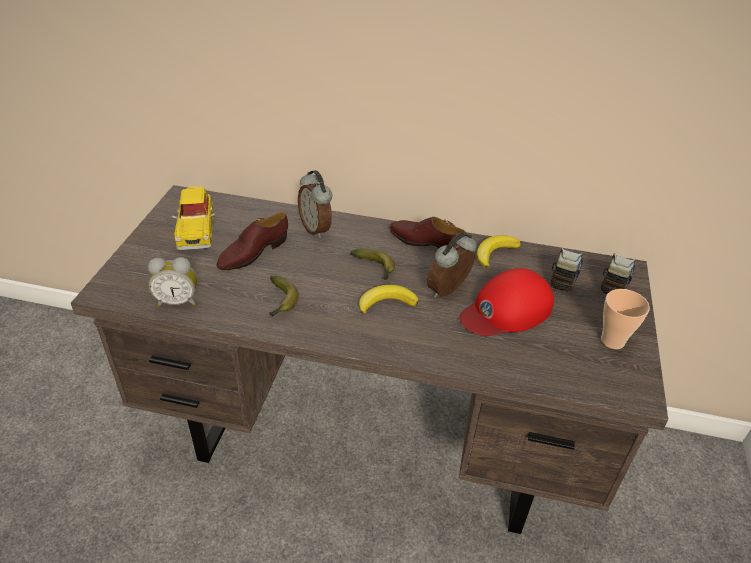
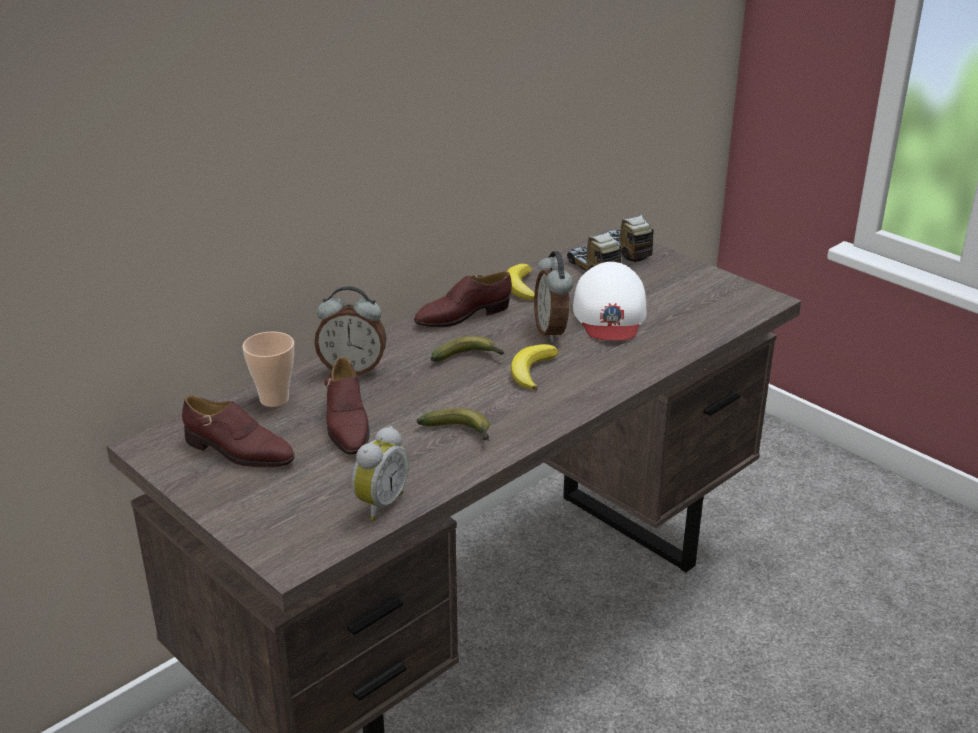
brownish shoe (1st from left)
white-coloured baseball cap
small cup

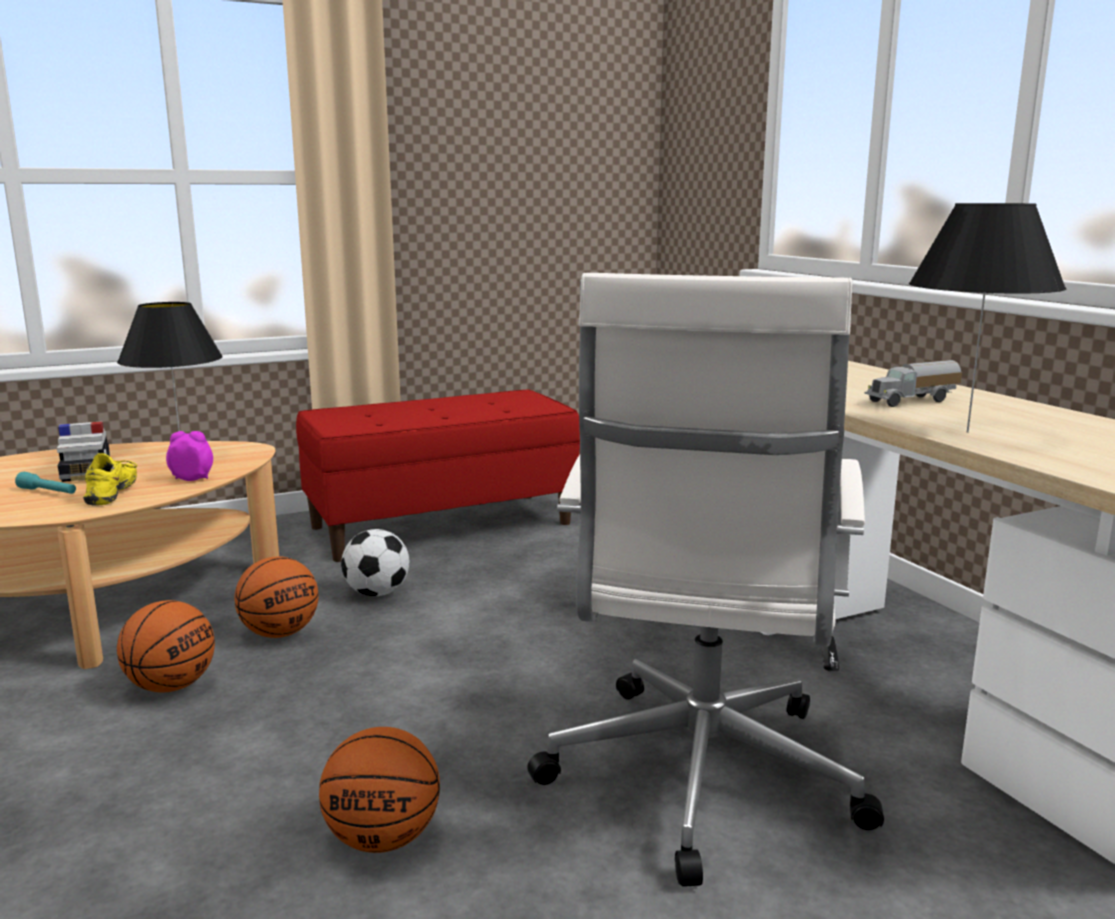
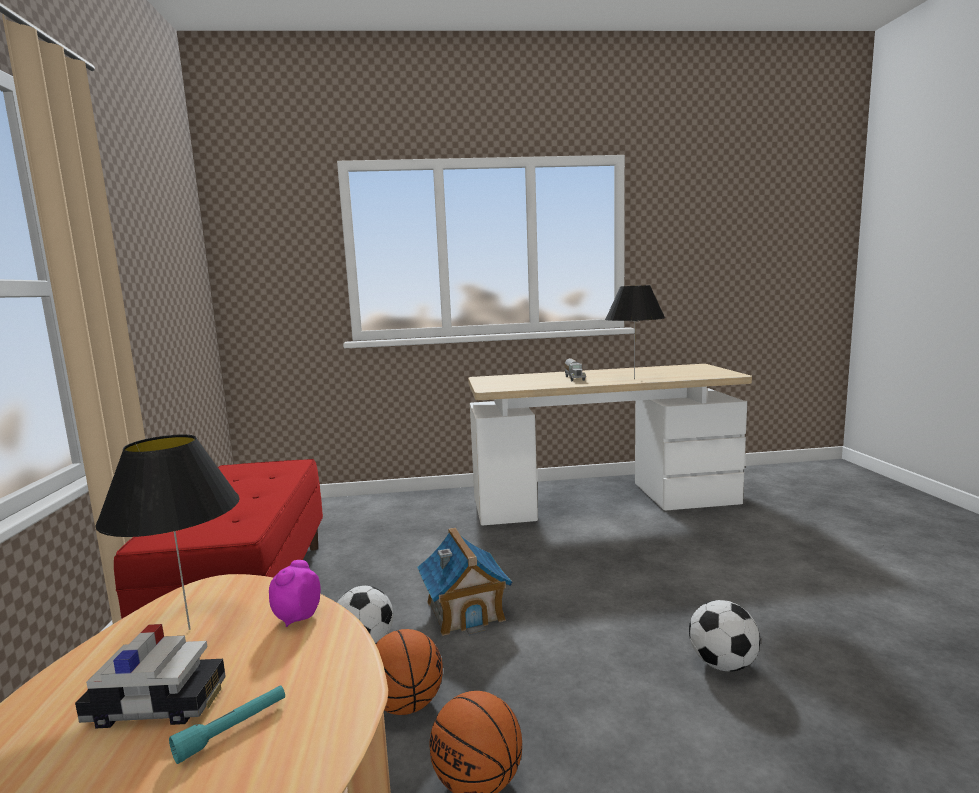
white-coloured desk chair
yellow shoe
football ball (2nd from left)
model house

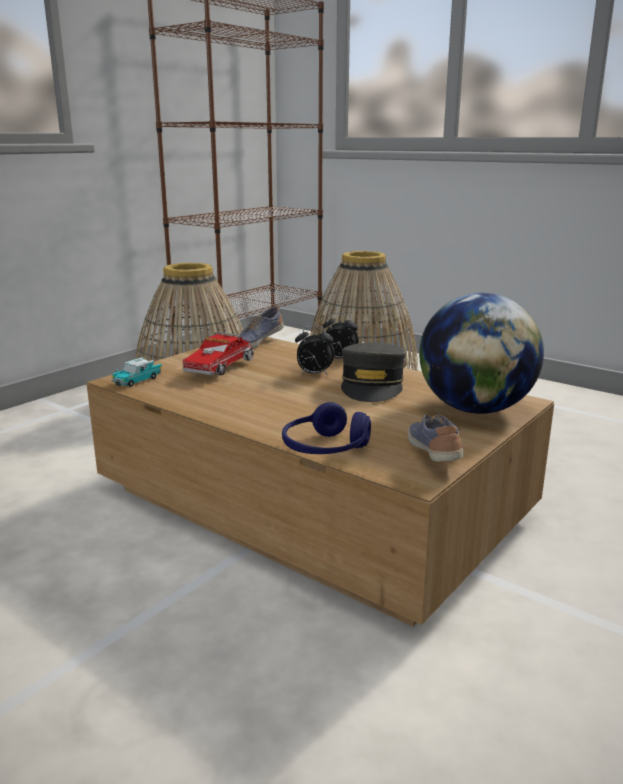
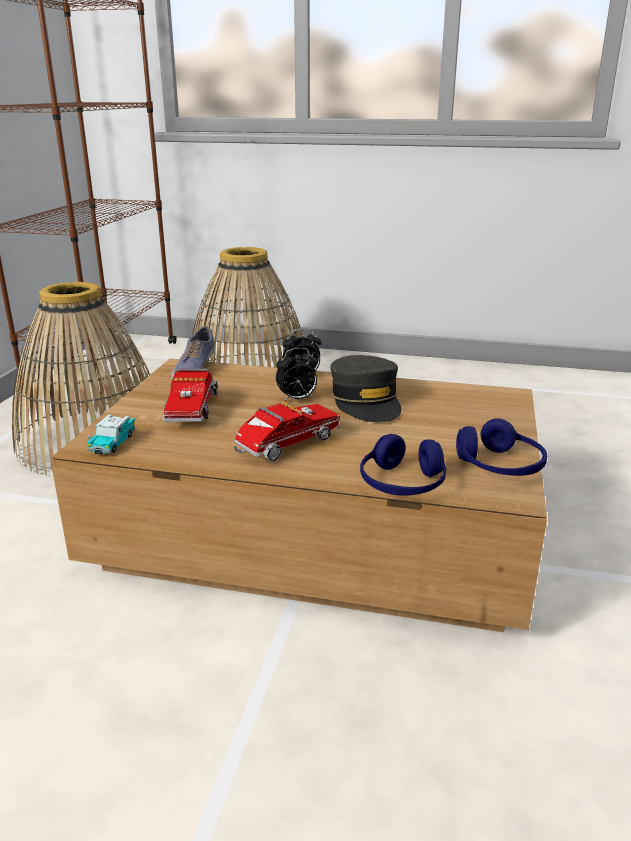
world globe
blue headphones (2nd from left)
toy truck (2nd from left)

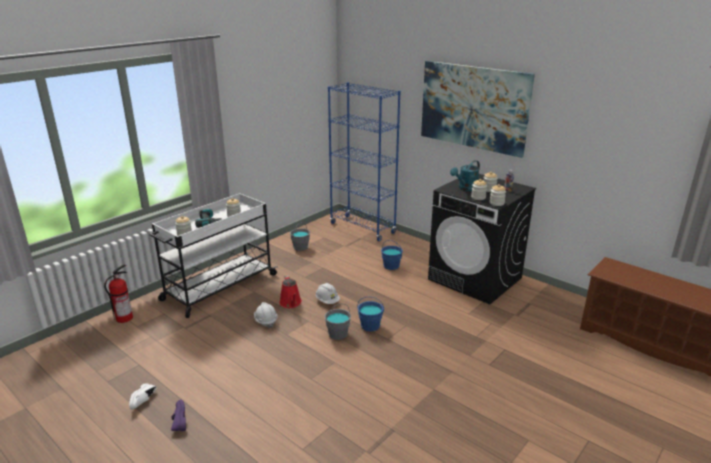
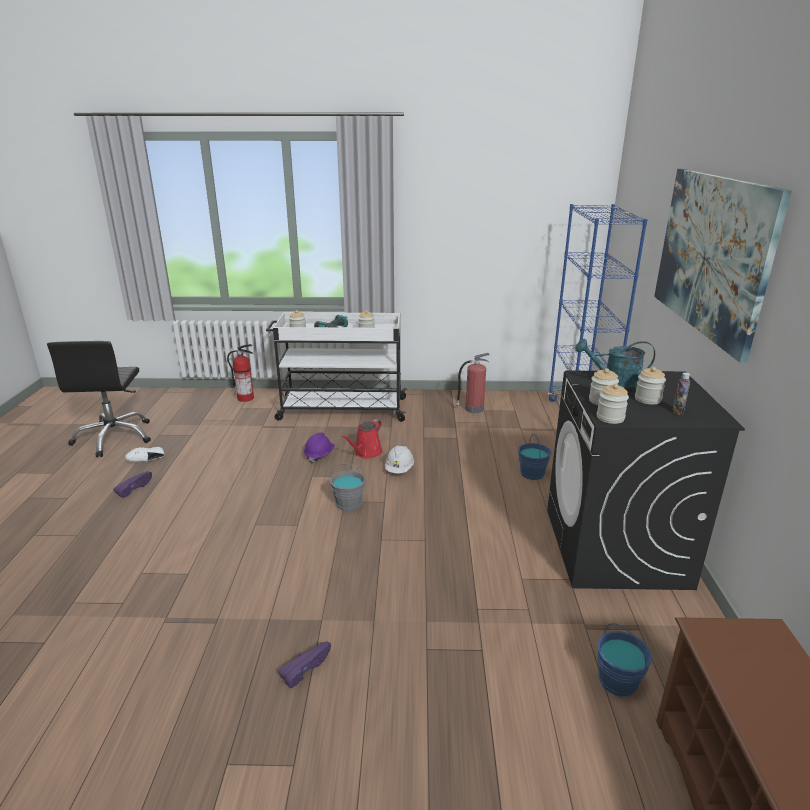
fire-fighting cylinder (2nd from left)
blue pail (2nd from left)
purplish hard hat
black-coloured desk chair
purplish shoe (2nd from left)

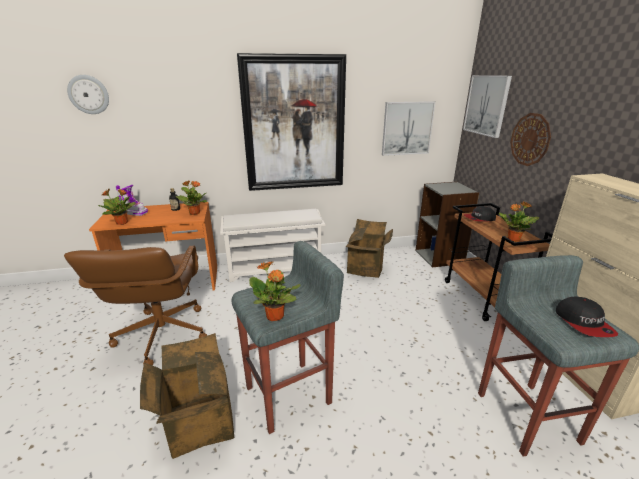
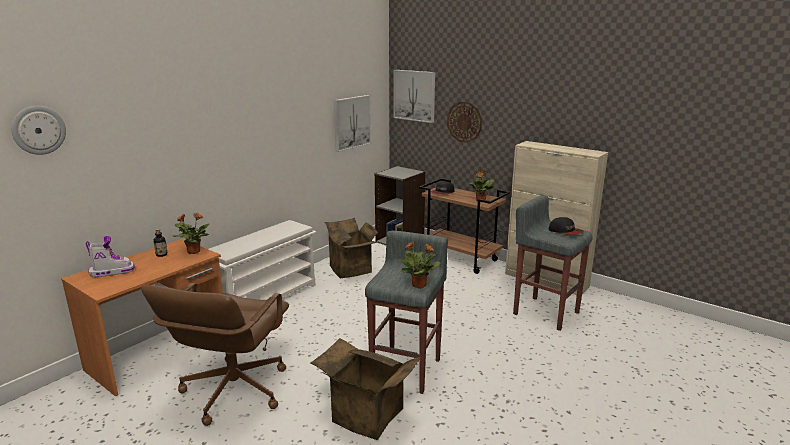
picture (1st from left in the first image)
potted plant (1st from left in the first image)
brownish desk chair

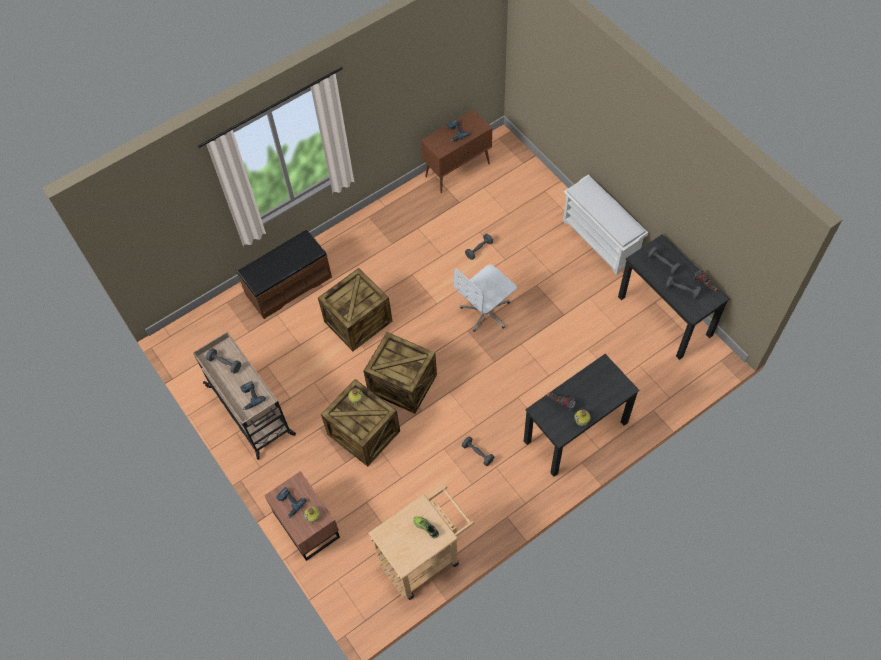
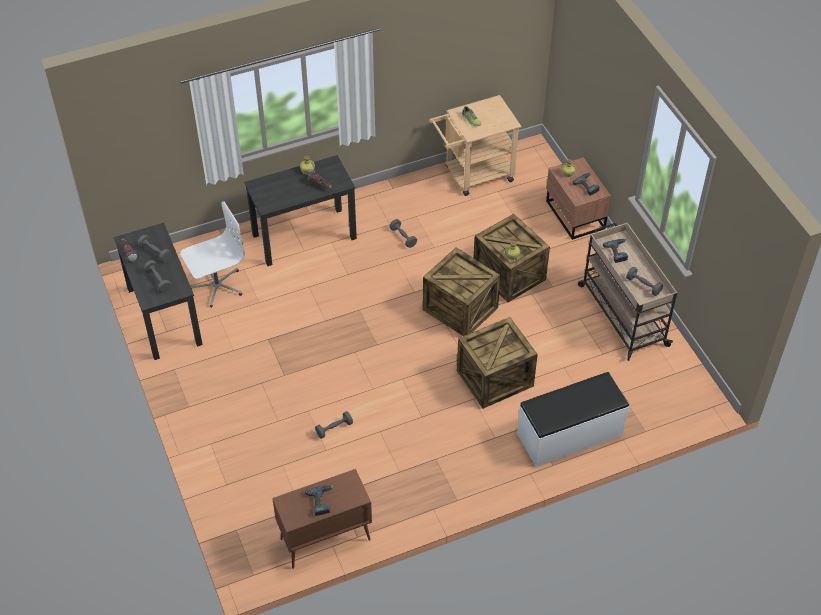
white-coloured shoe shelf
white-coloured bench
white-coloured desk chair

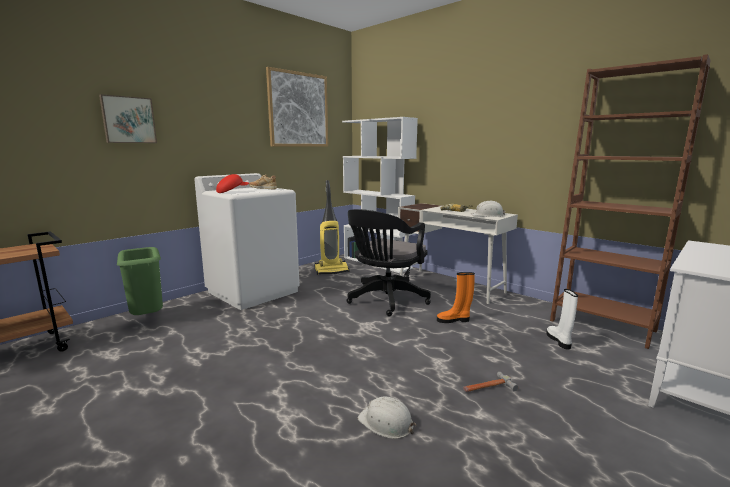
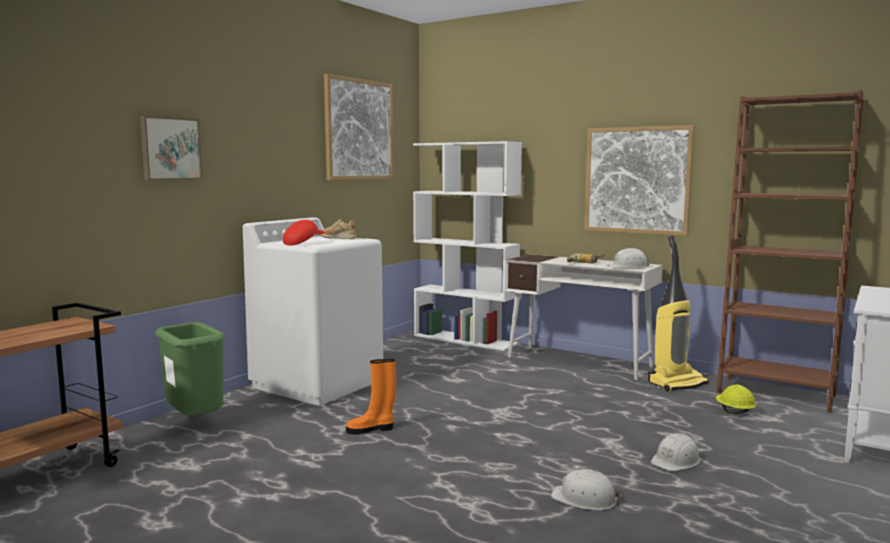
vacuum
black-coloured desk chair
orangey high-top boot
yellow hard hat
white-coloured hard hat (3rd from left)
picture (3rd from left)

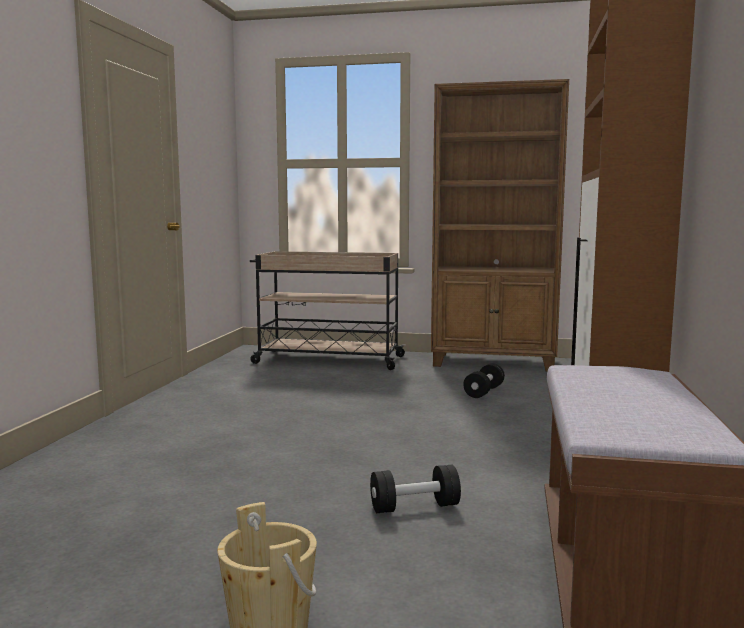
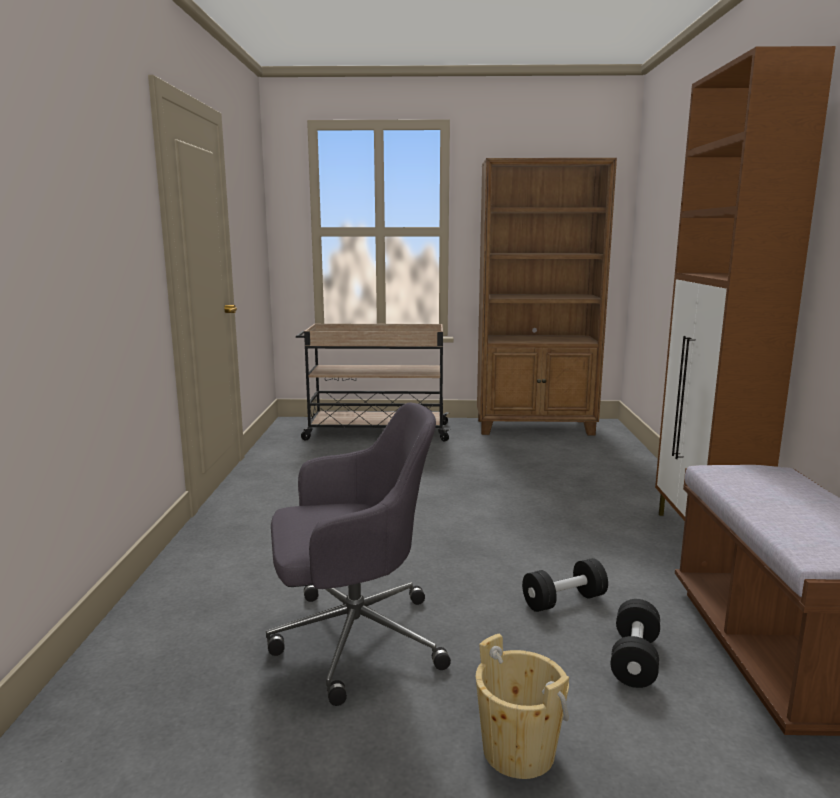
black-coloured free weight (2nd from left)
grey desk chair

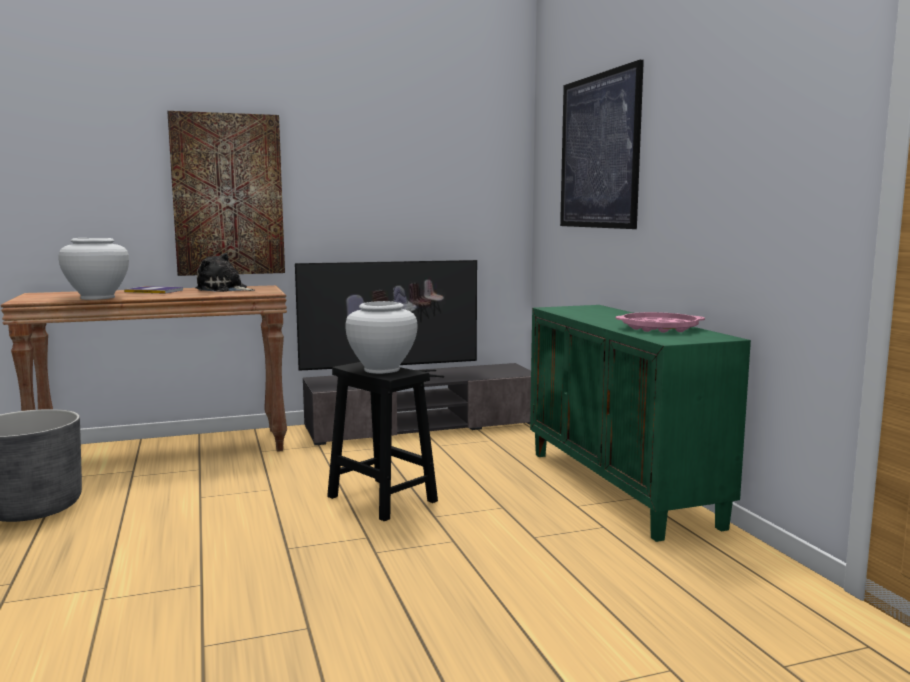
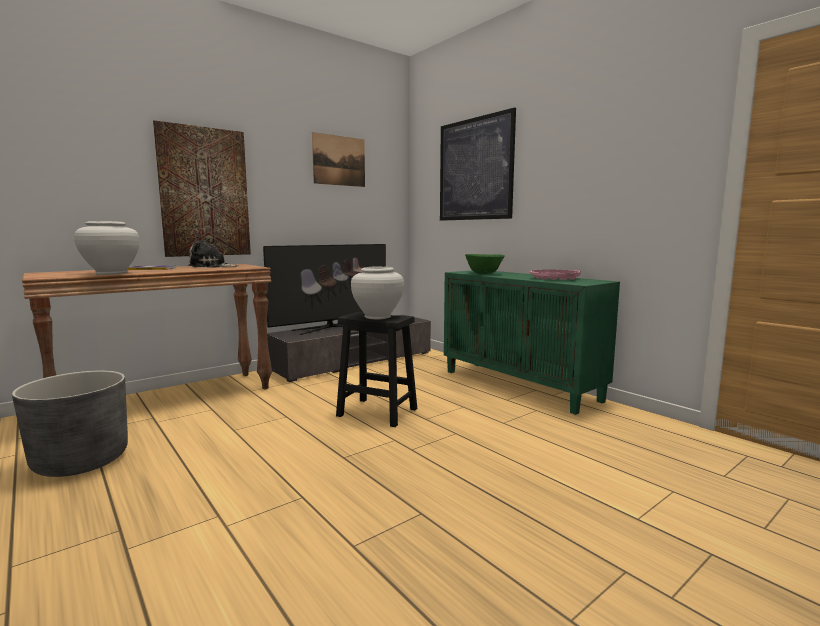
picture (2nd from left)
greenish deep dish

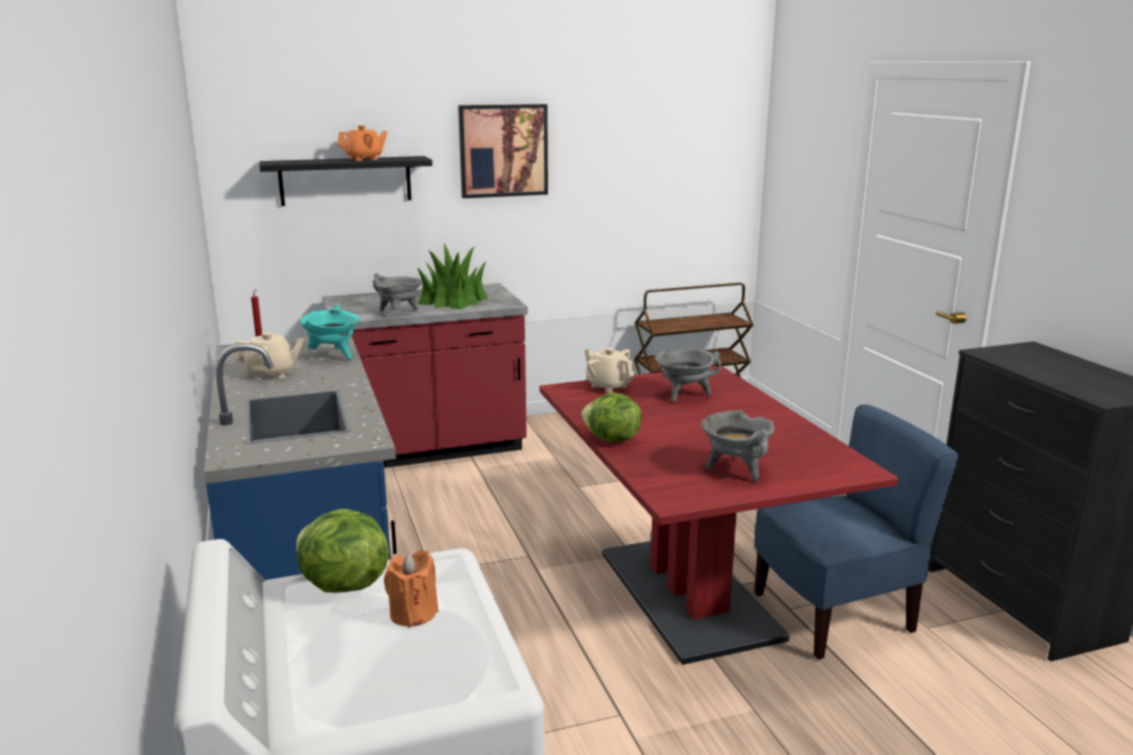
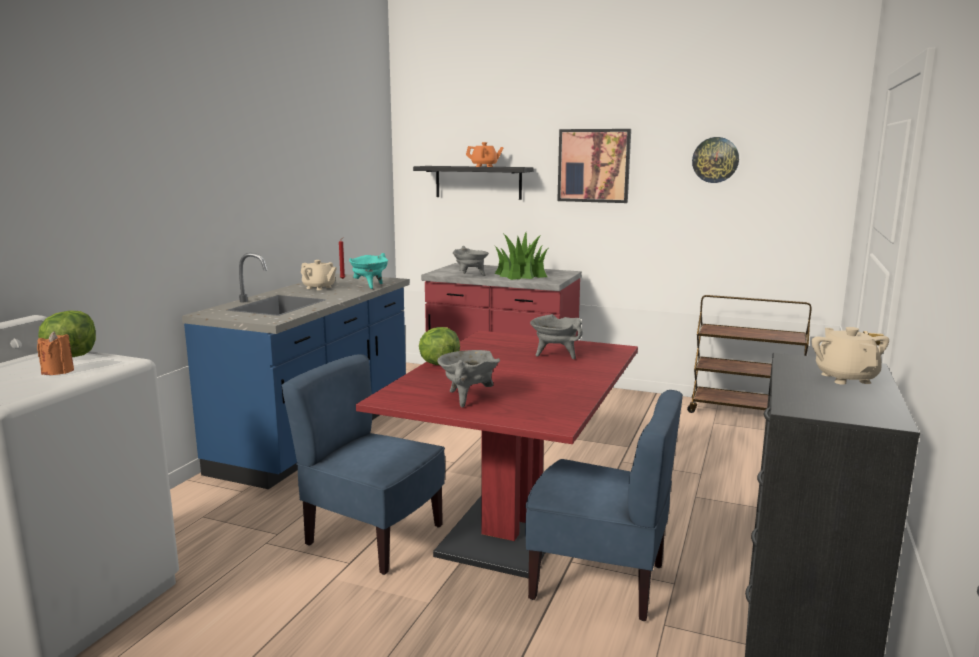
beige-coloured pot for tea (2nd from left)
wall clock
blue plain chair (1st from left)

